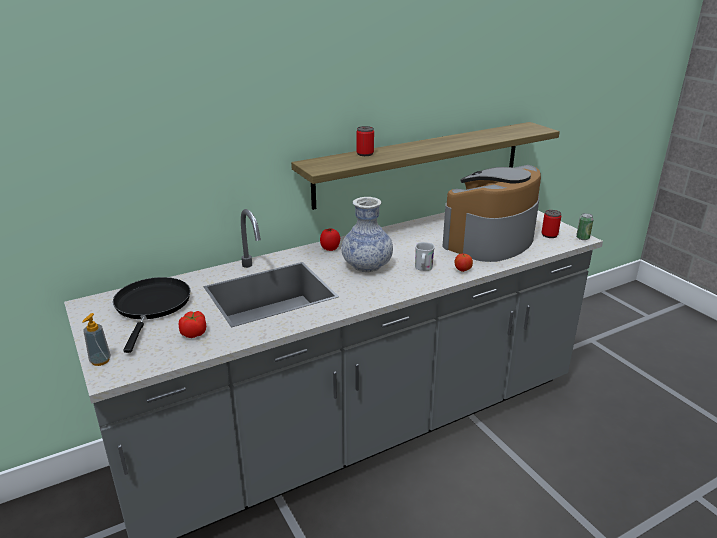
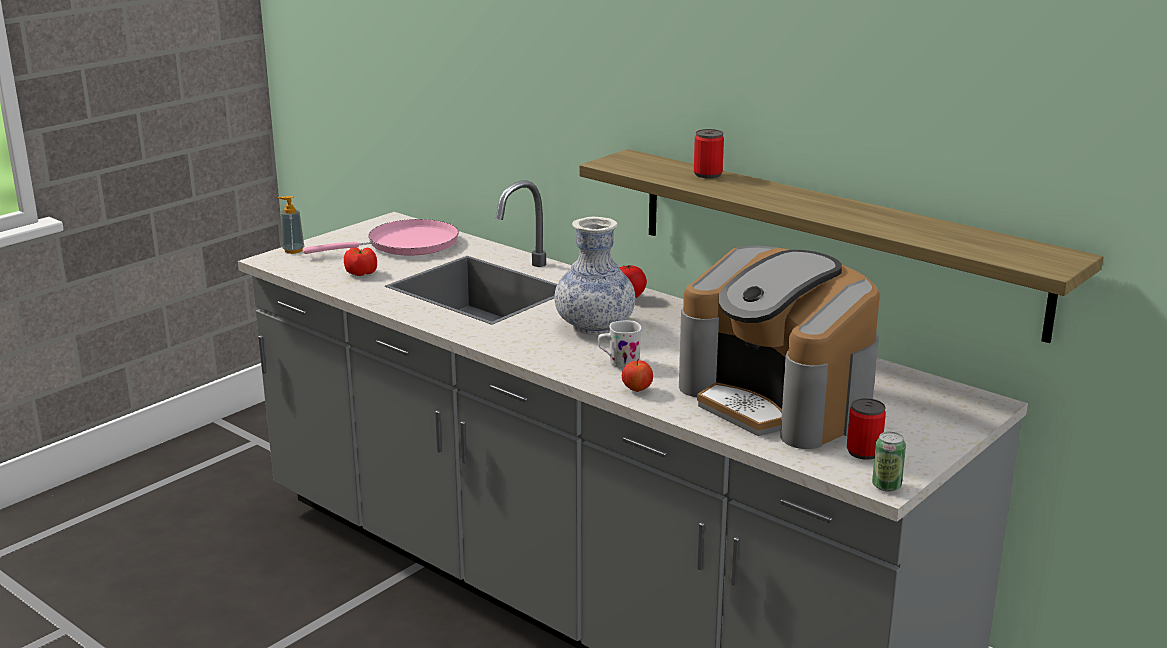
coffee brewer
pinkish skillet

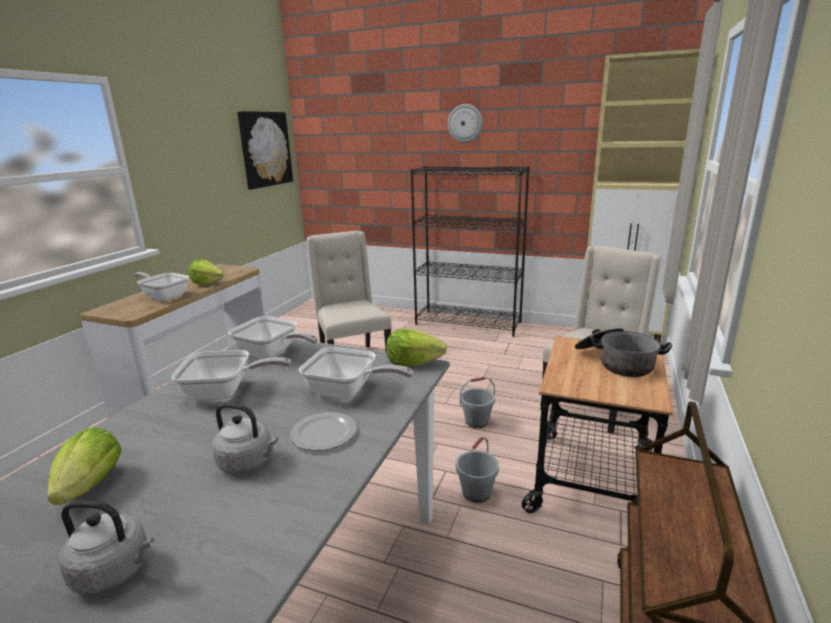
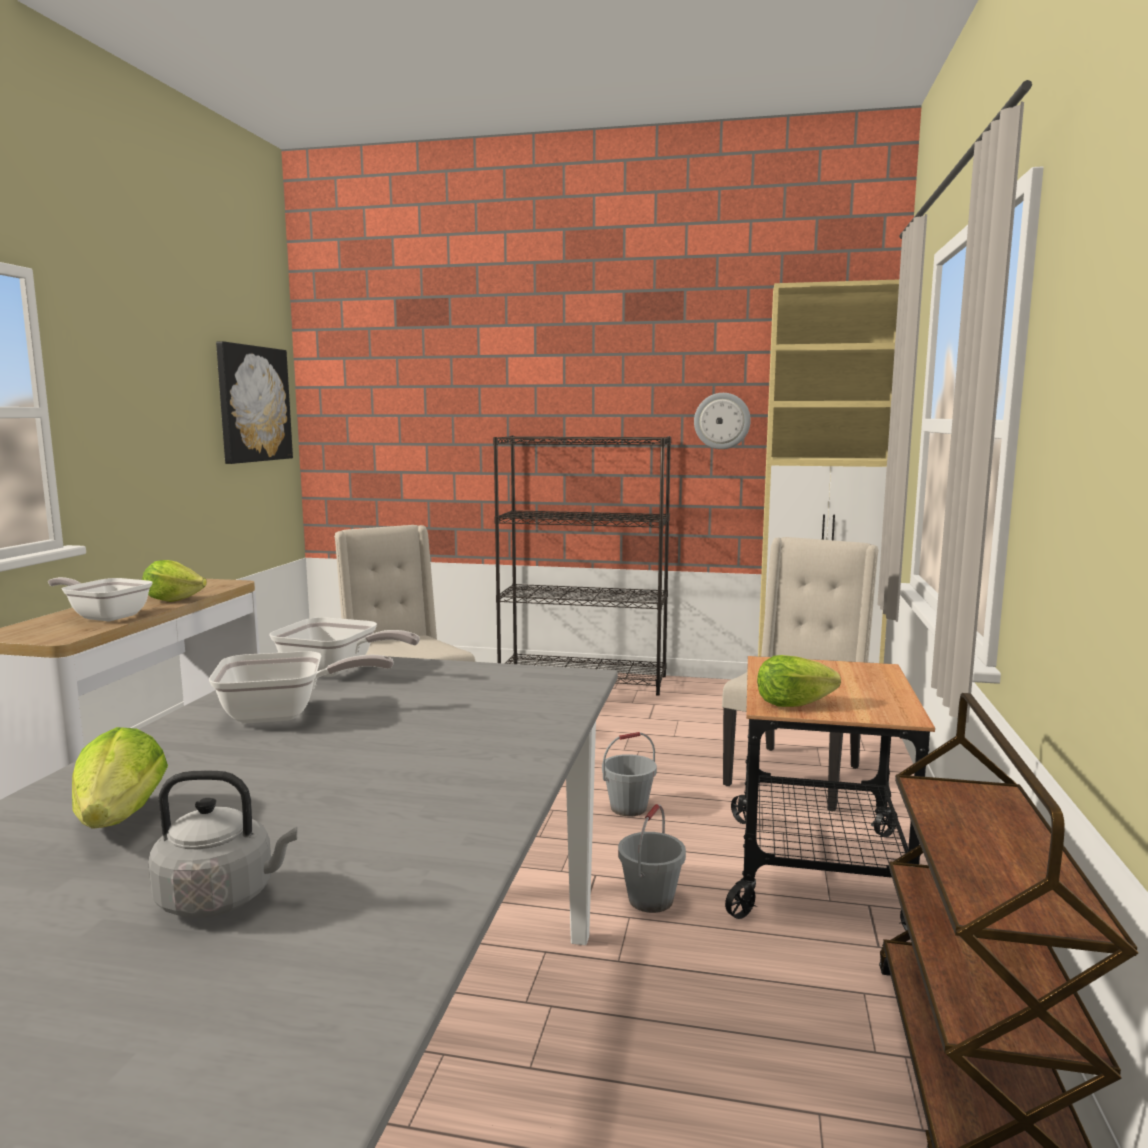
wall clock
stockpot
lettuce (3rd from left)
skillet (4th from left in the first image)
grey kettle (2nd from left in the first image)
plate

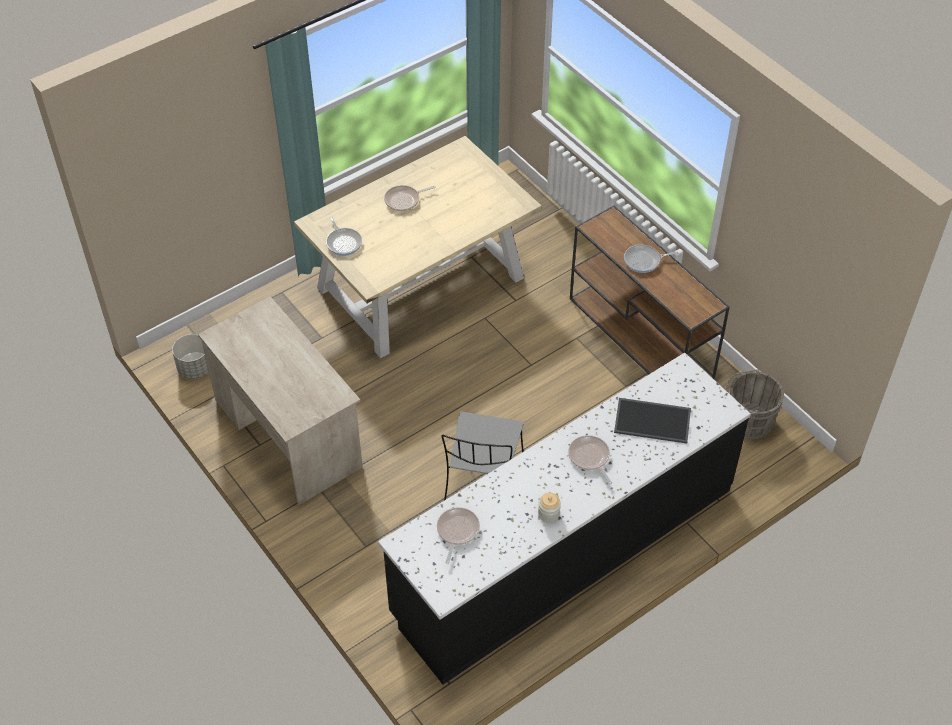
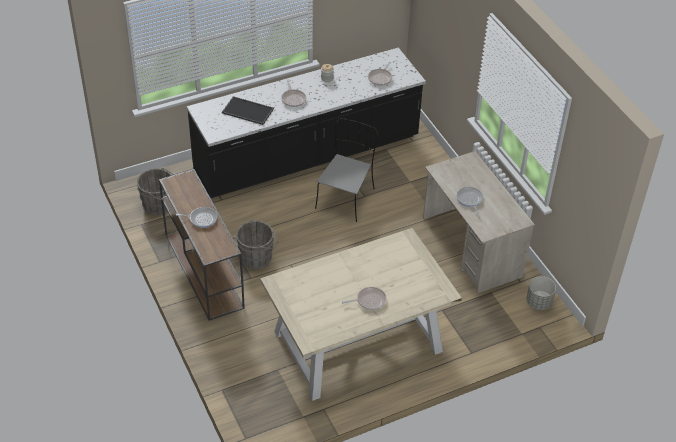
skillet (5th from left)
grey pail (2nd from left)

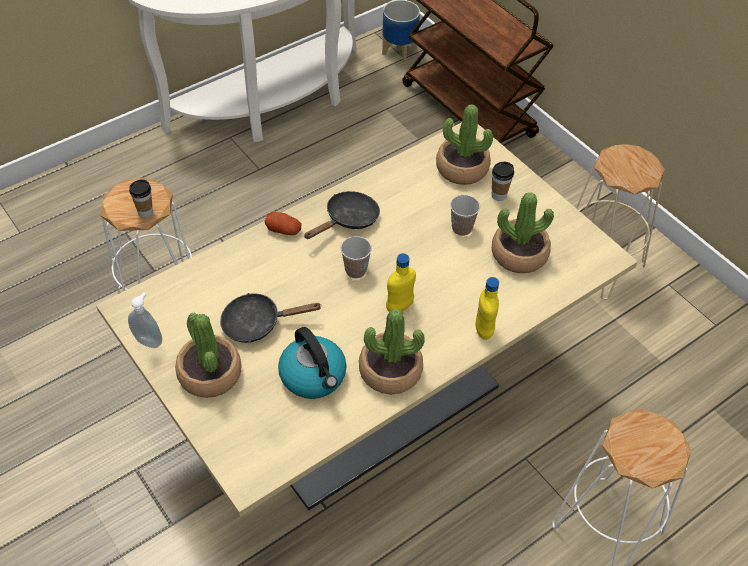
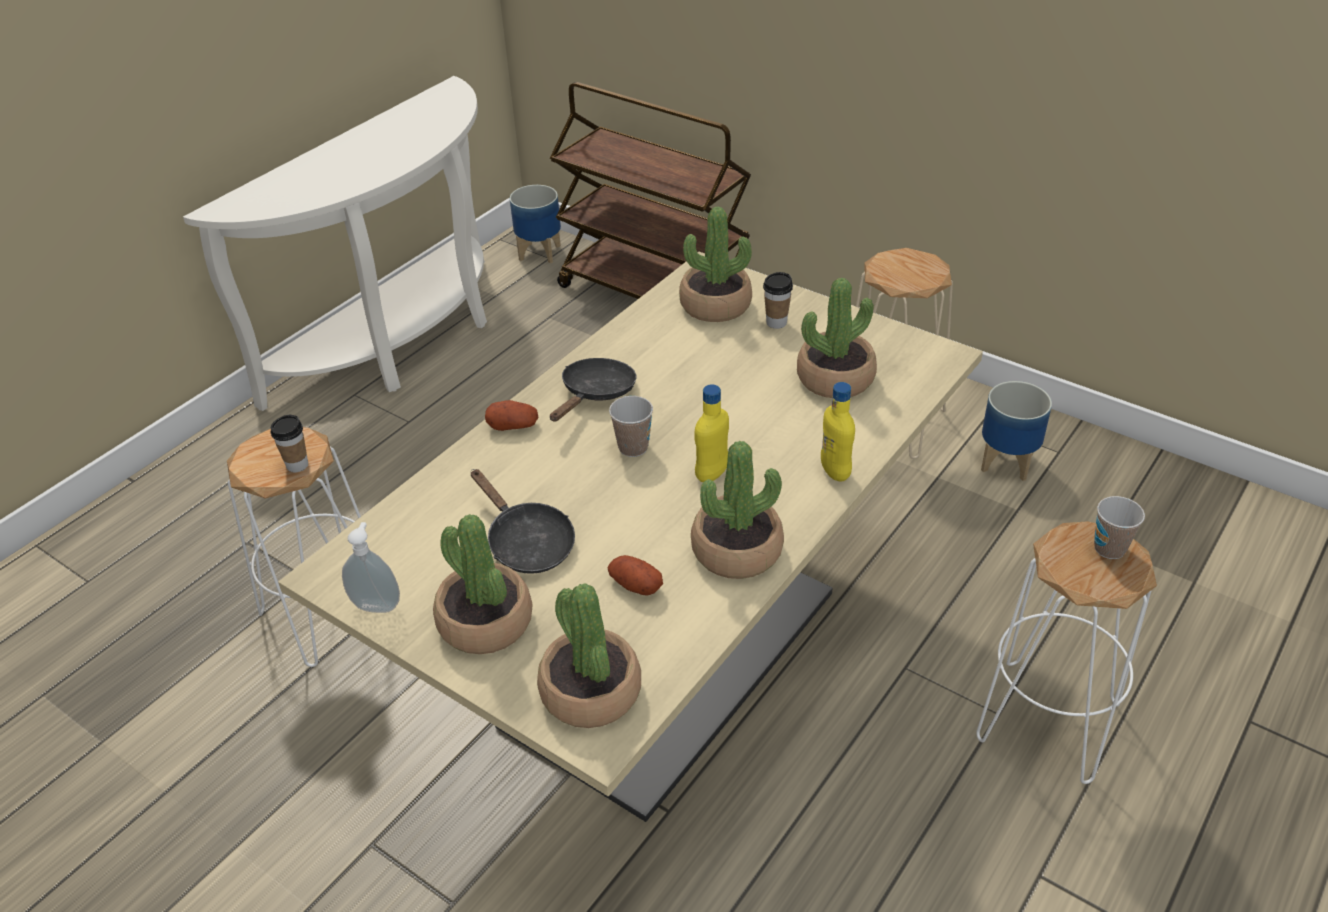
small cup (4th from left)
black-coloured skillet (1st from left)
potato (2nd from left)
planter (2nd from left)
potted plant (2nd from left)

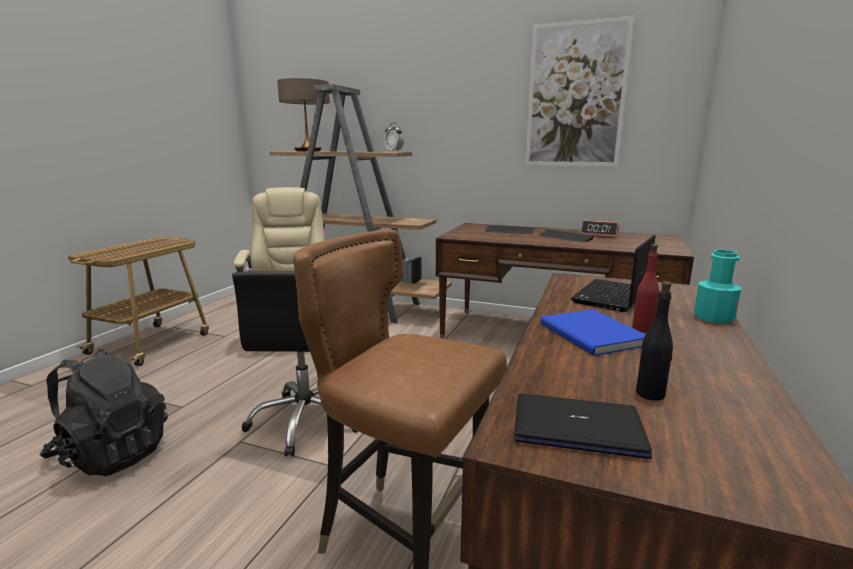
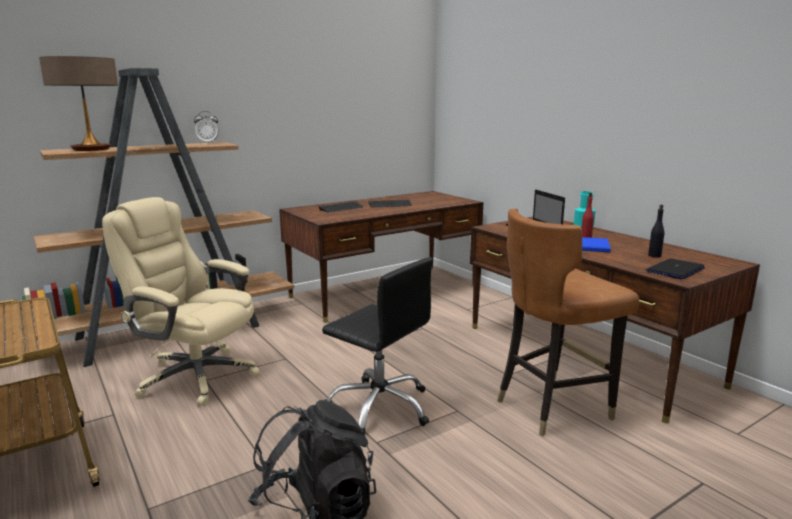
picture
alarm clock (2nd from left in the first image)

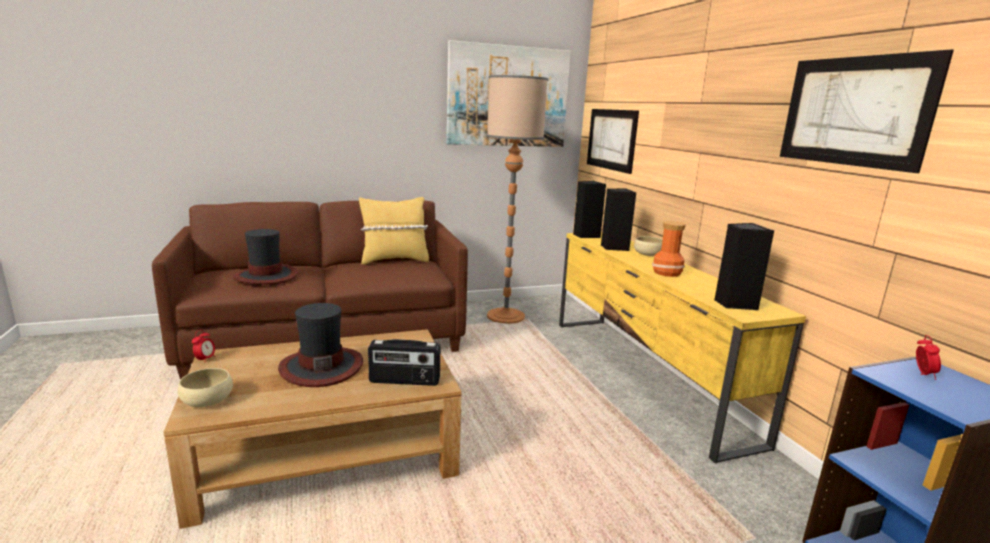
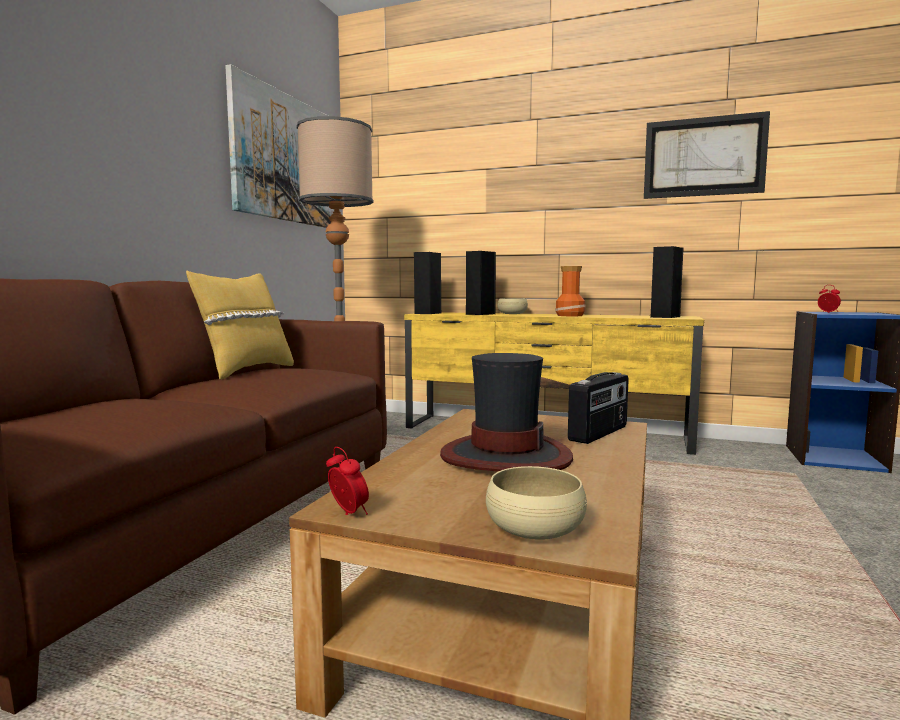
picture (2nd from left in the first image)
clothing hat (1st from left in the first image)

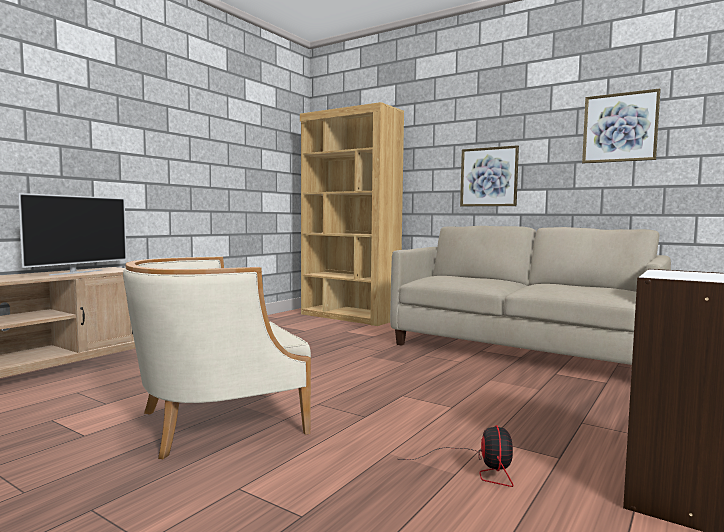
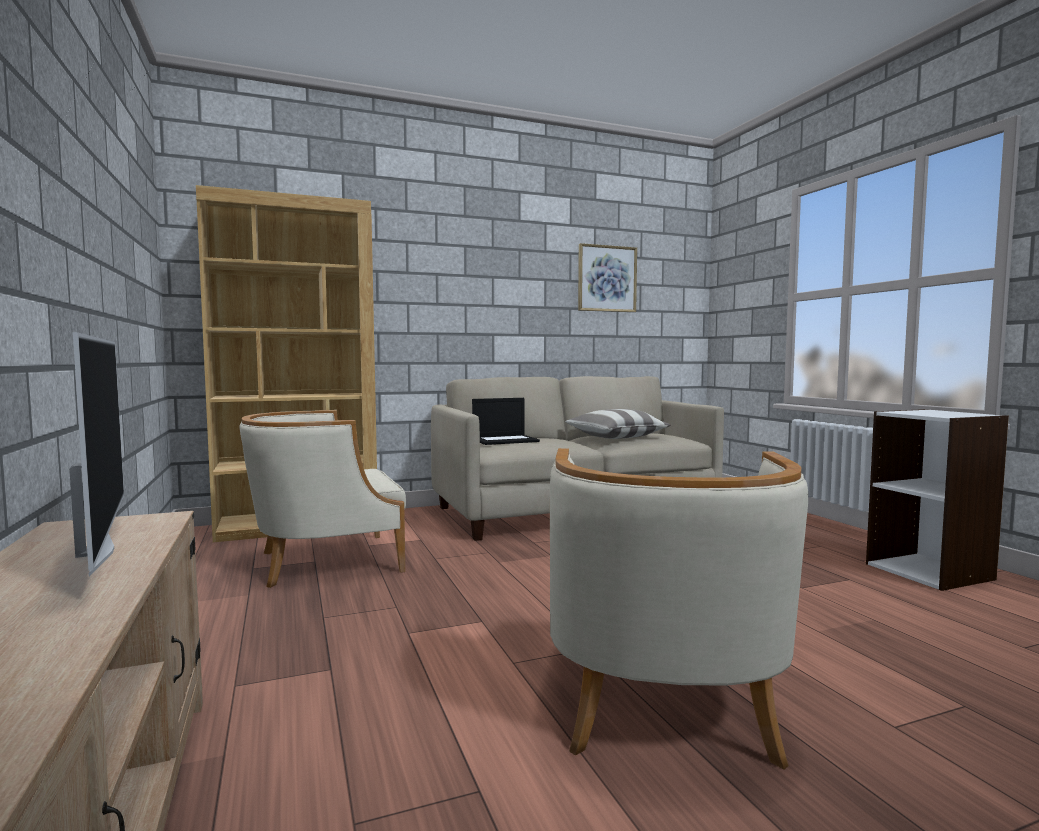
picture (1st from left in the first image)
fan
laptop
pillow
beige-coloured armchair (1st from left)

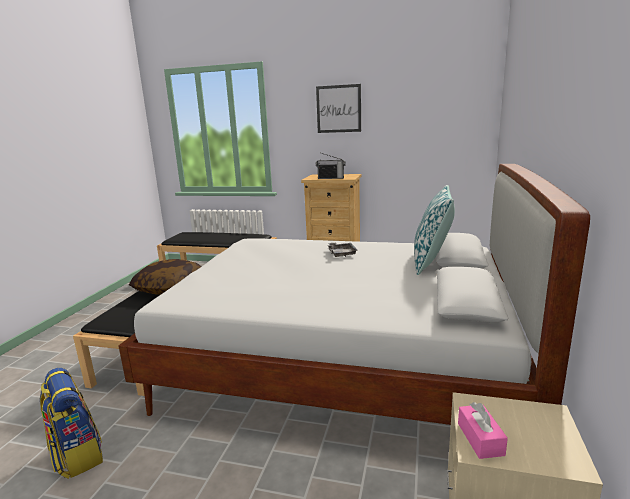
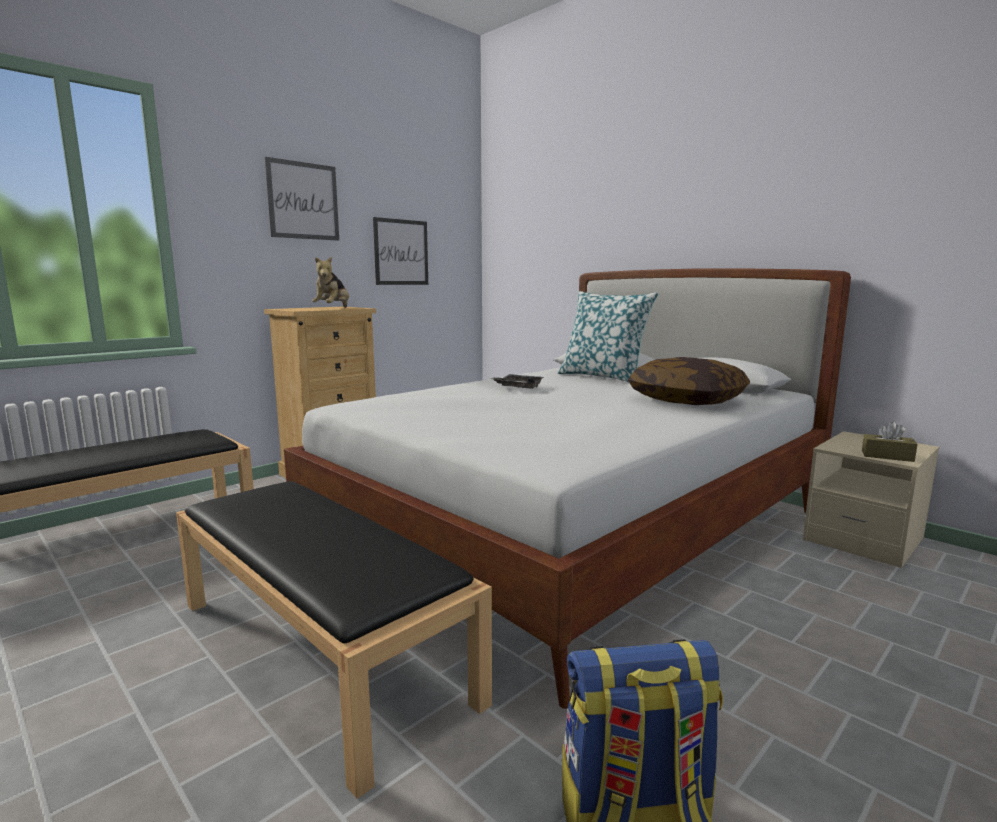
plush toy
pillow (2nd from left)
brownish tissue box
picture (2nd from left)

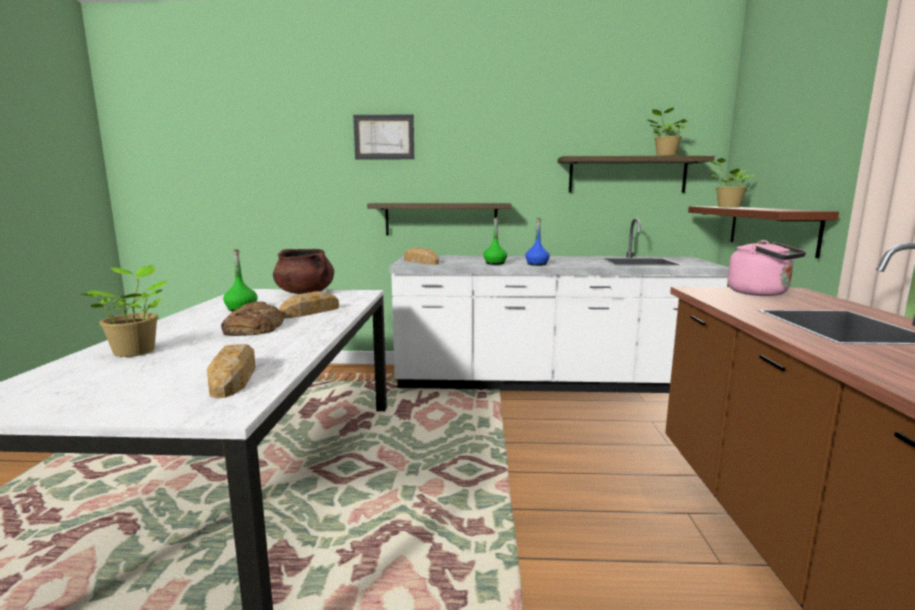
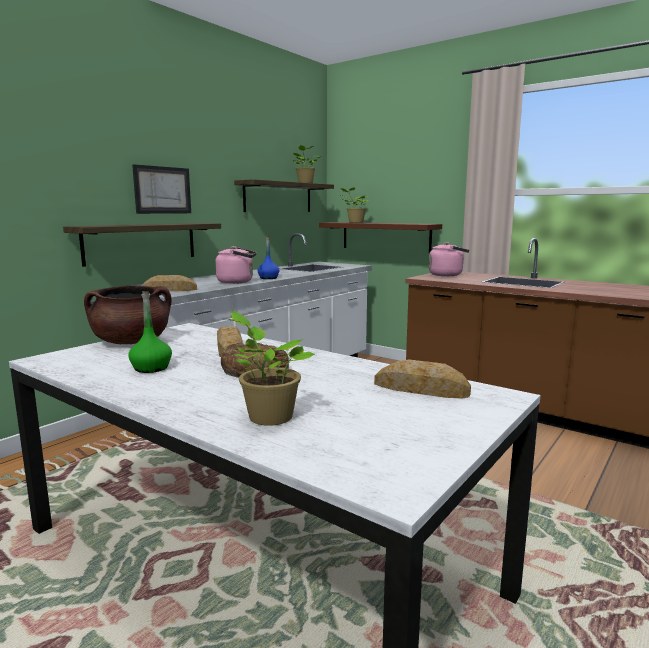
picture
pinkish kettle (1st from left)

